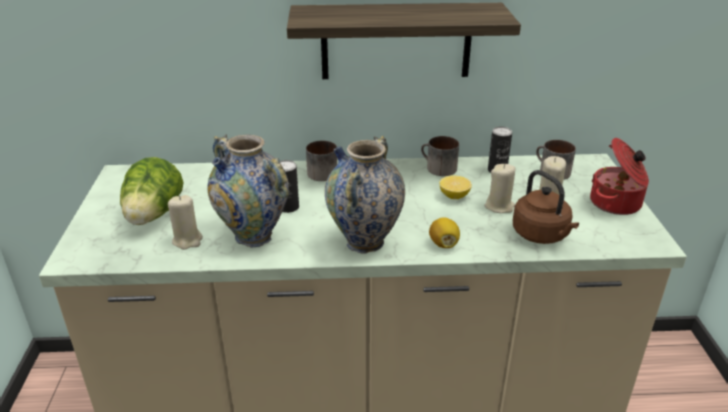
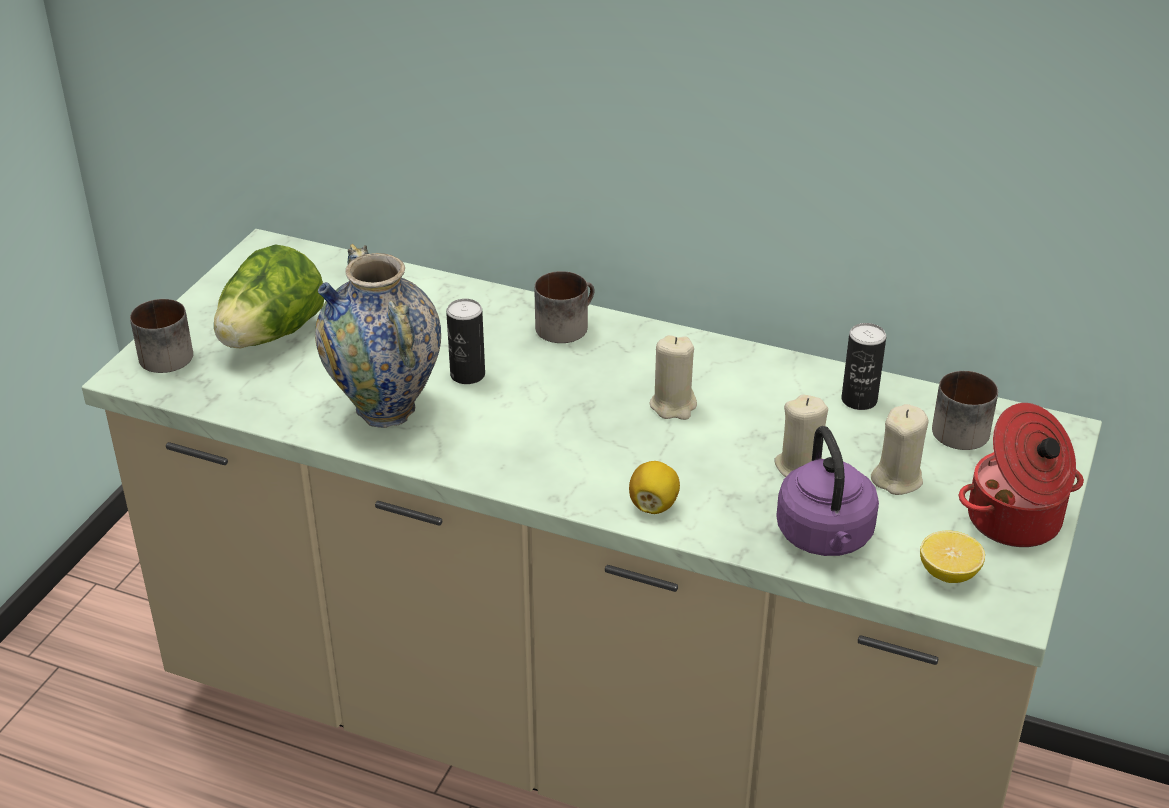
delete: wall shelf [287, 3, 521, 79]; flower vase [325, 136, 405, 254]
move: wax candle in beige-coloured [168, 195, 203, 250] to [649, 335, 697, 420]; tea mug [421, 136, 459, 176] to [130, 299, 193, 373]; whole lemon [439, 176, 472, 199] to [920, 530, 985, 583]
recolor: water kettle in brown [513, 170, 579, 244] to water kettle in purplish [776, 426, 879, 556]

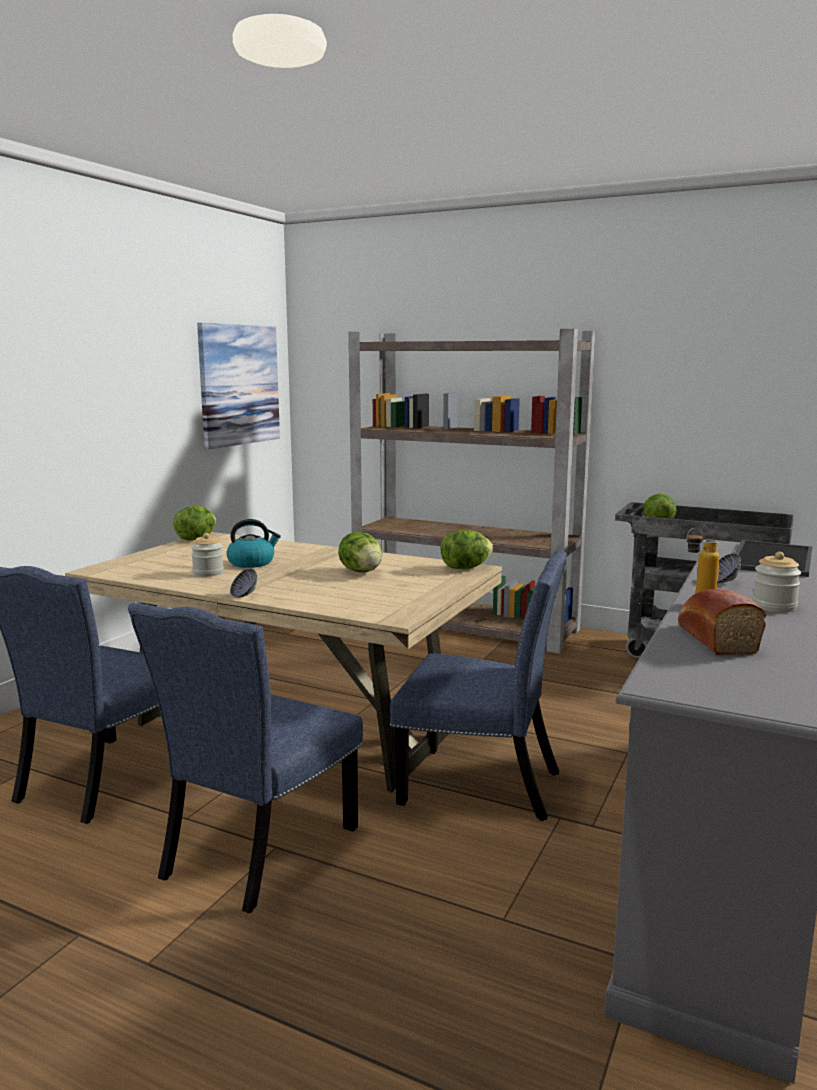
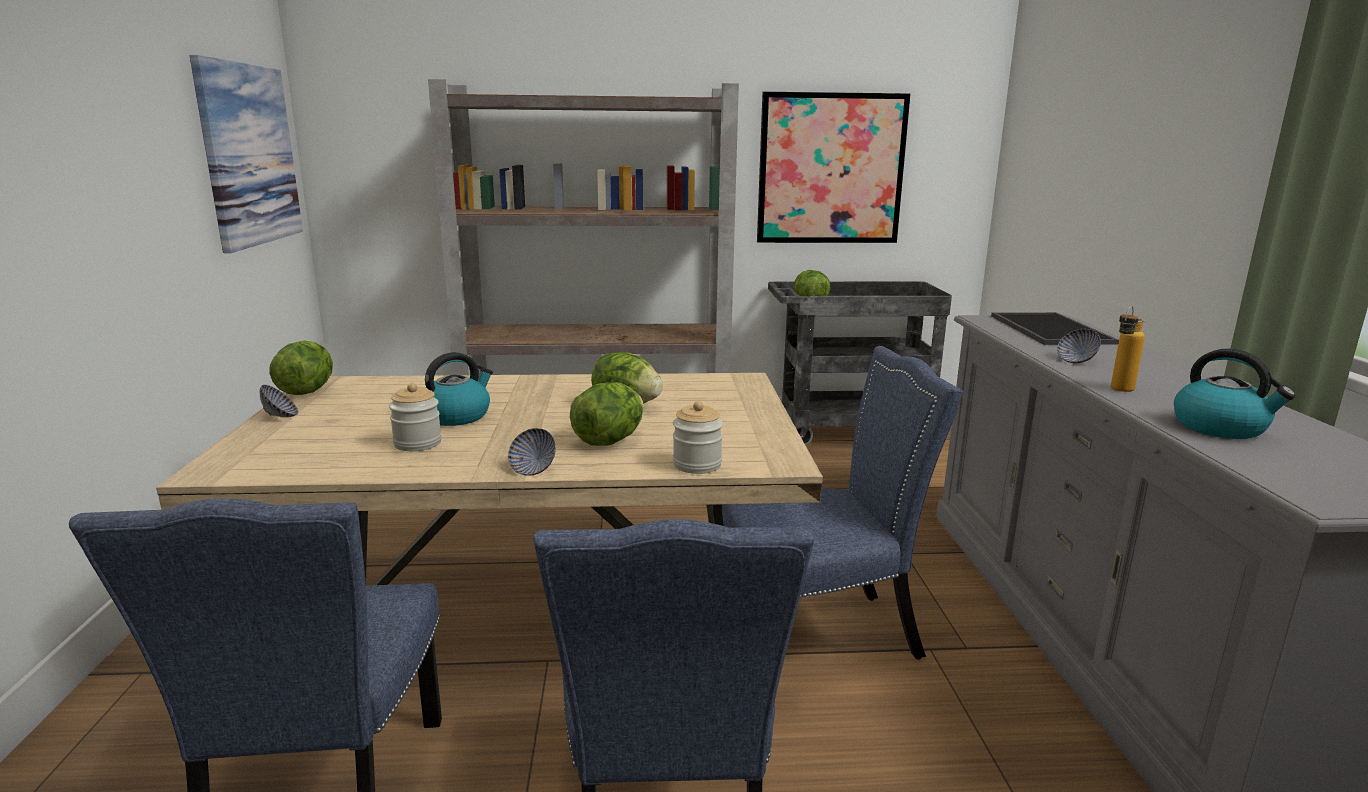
insert: bowl [260, 385, 298, 417]; wall picture [757, 92, 910, 243]
move: lettuce head [440, 530, 493, 569] to [570, 382, 644, 446]; jar [752, 552, 801, 612] to [673, 401, 723, 474]
replace: bakery bread [678, 589, 766, 655] to water kettle [1174, 349, 1296, 439]

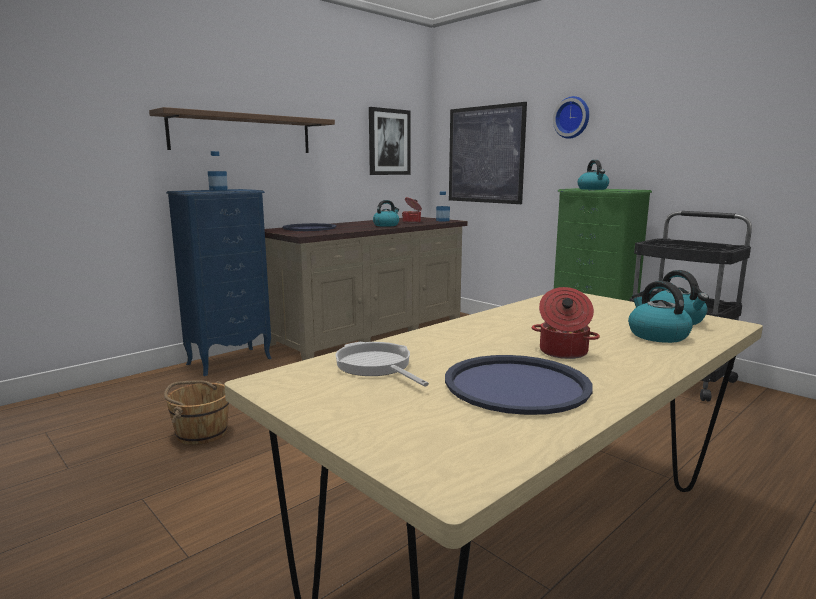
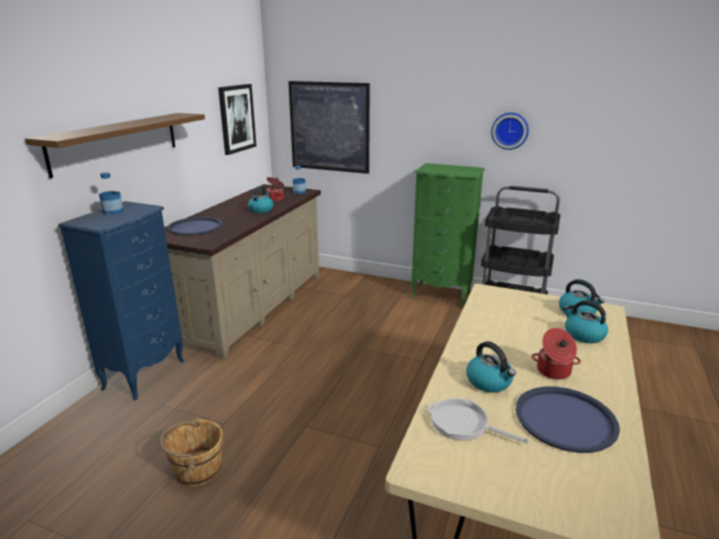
move: clock on the wall [553, 96, 589, 139] to [491, 113, 529, 150]; water kettle [578, 160, 609, 190] to [466, 341, 516, 393]

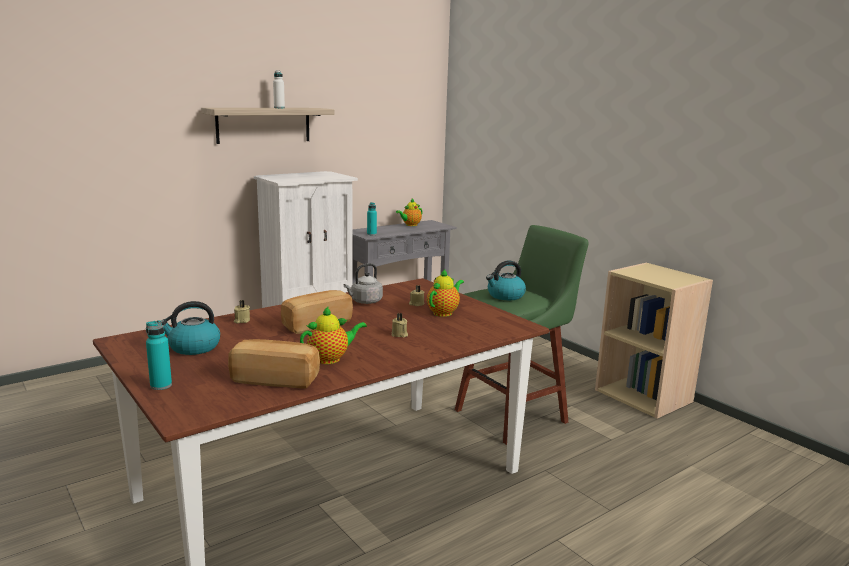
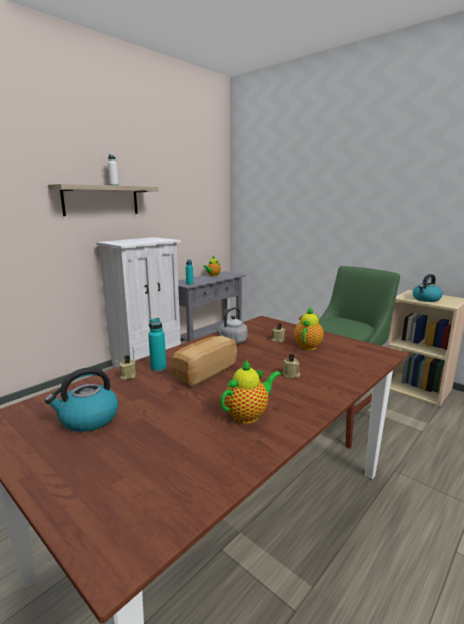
delete: bakery bread [228, 339, 320, 389]
move: bottle in turquoise [146, 320, 172, 390] to [148, 318, 166, 372]; water kettle [486, 260, 526, 300] to [413, 274, 442, 302]

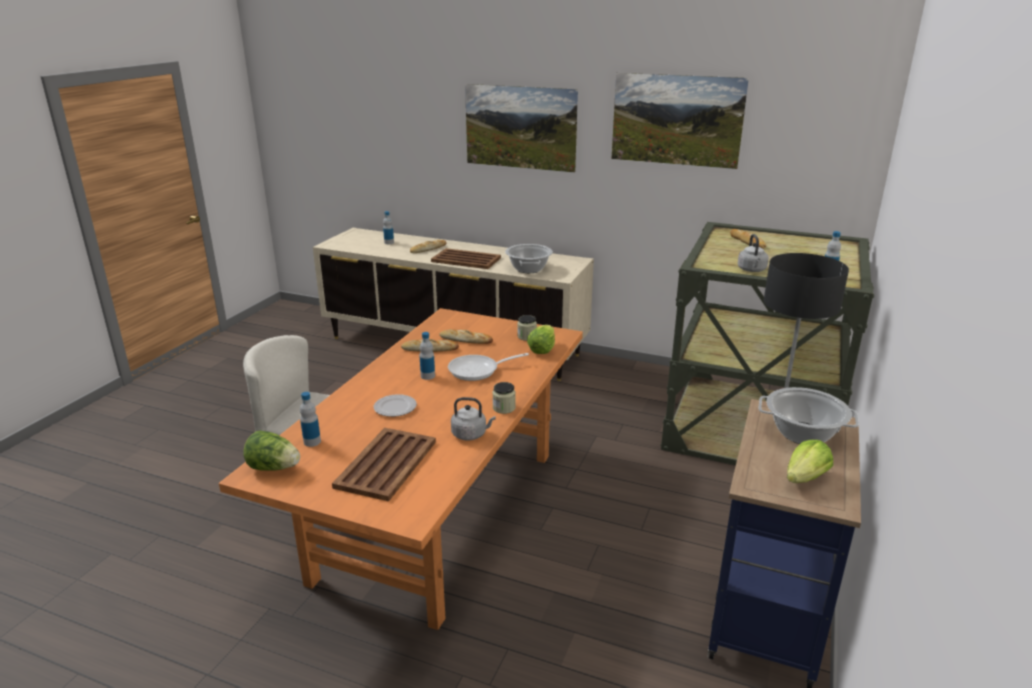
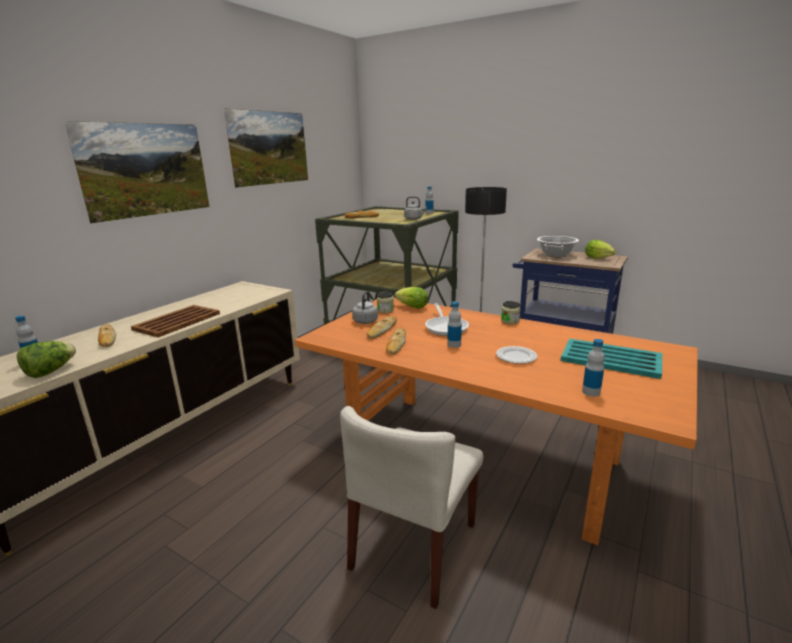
delete: cooking pot [505, 244, 553, 273]
move: lettuce head [243, 430, 300, 471] to [17, 341, 76, 378]; water kettle in grey [451, 397, 496, 441] to [352, 291, 378, 324]
recolor: tray in brown [332, 428, 436, 501] to tray in turquoise [561, 339, 662, 379]

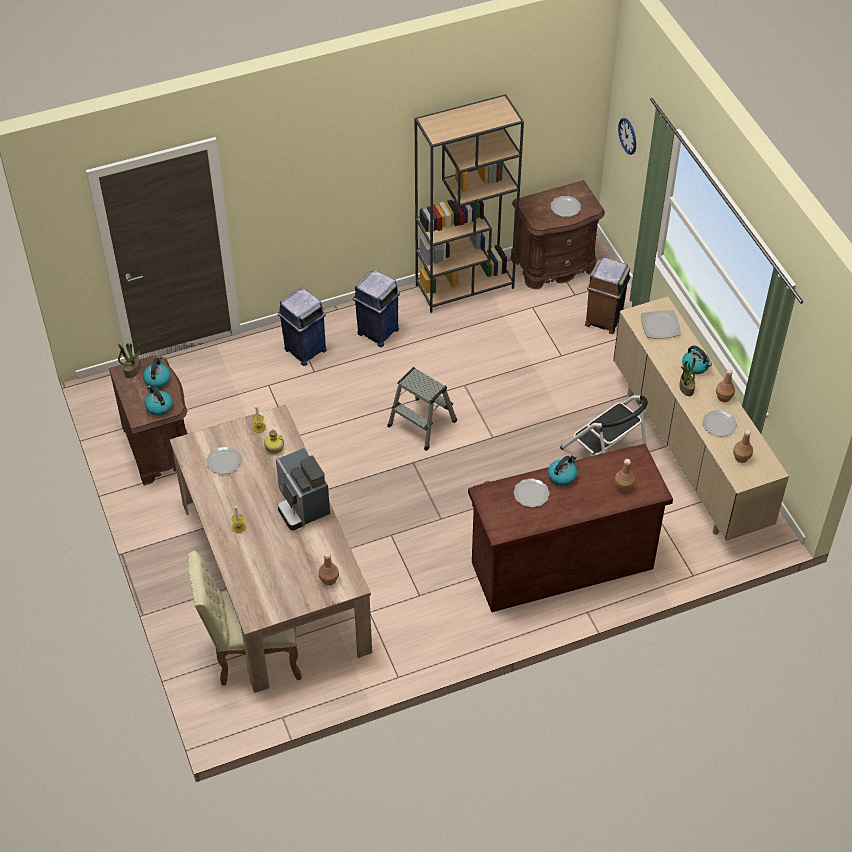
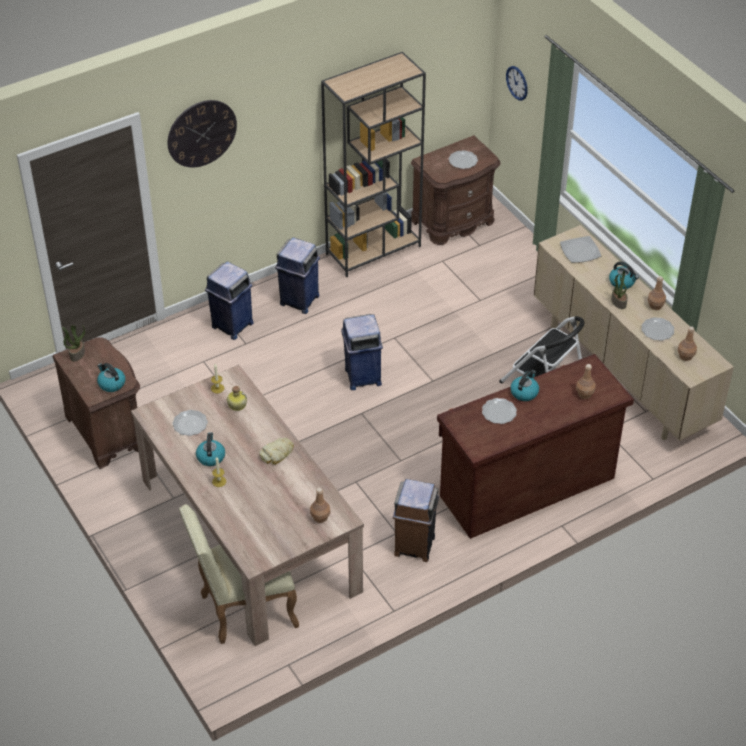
insert: clock on the wall [167, 100, 237, 167]
move: water kettle [143, 356, 171, 388] to [196, 432, 225, 466]; waste bin in brown [585, 257, 630, 334] to [393, 479, 439, 562]
replace: coffee maker [276, 448, 330, 530] to bakery bread [259, 438, 294, 465]; stepladder in grey [387, 367, 457, 451] to waste bin in bluish [341, 314, 383, 390]

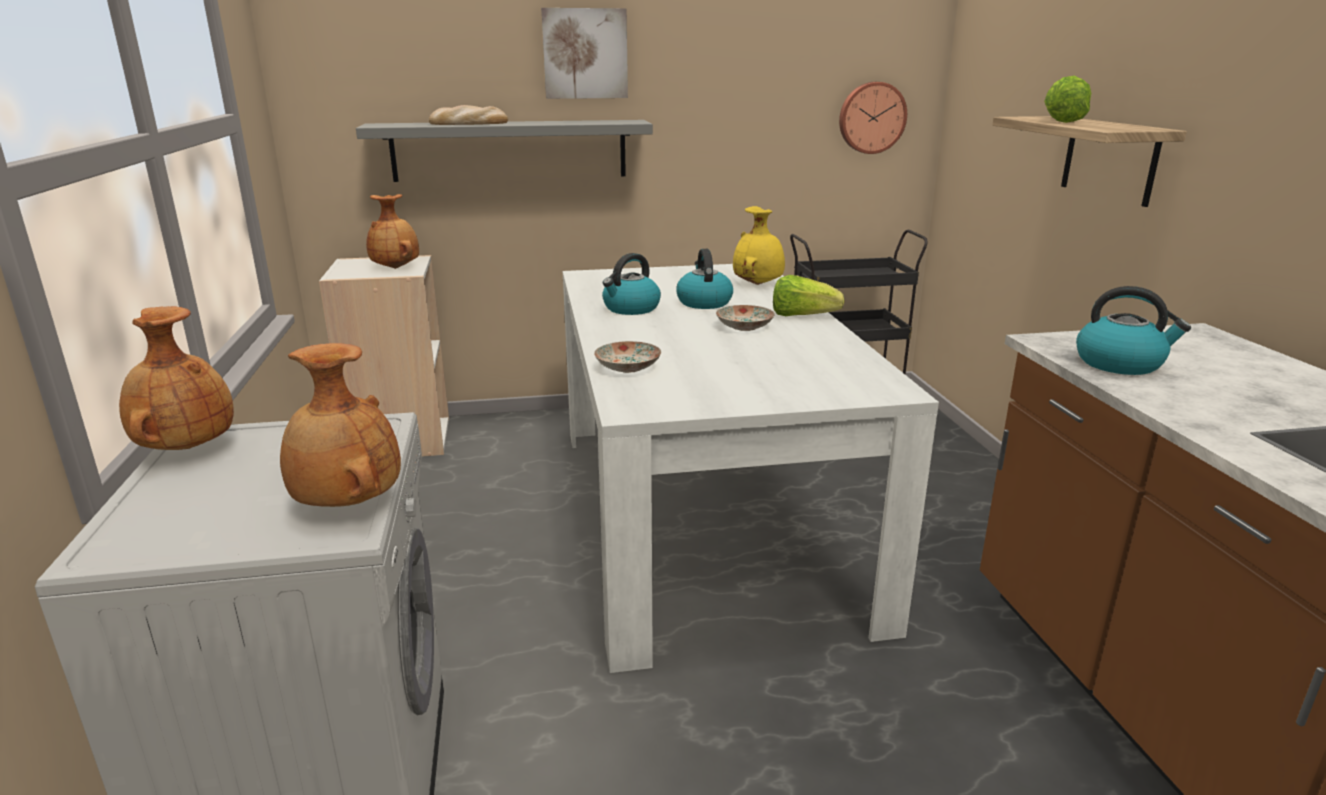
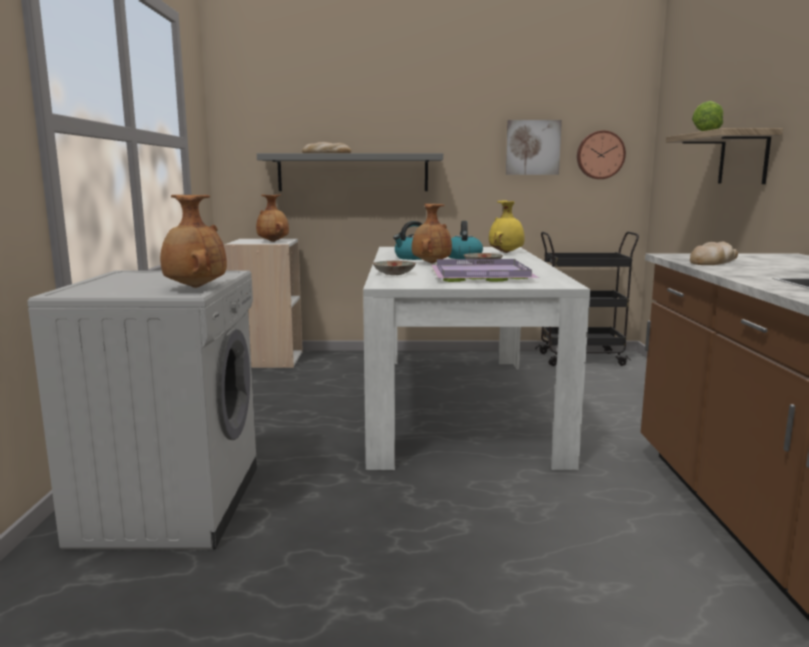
delete: lettuce head [773, 275, 844, 316]
insert: tray in purplish [431, 259, 539, 282]
move: flower vase in brown [119, 306, 234, 450] to [412, 204, 452, 264]; wall picture [541, 8, 628, 99] to [506, 120, 562, 175]
replace: water kettle [1076, 286, 1191, 375] to bakery bread [690, 241, 738, 265]

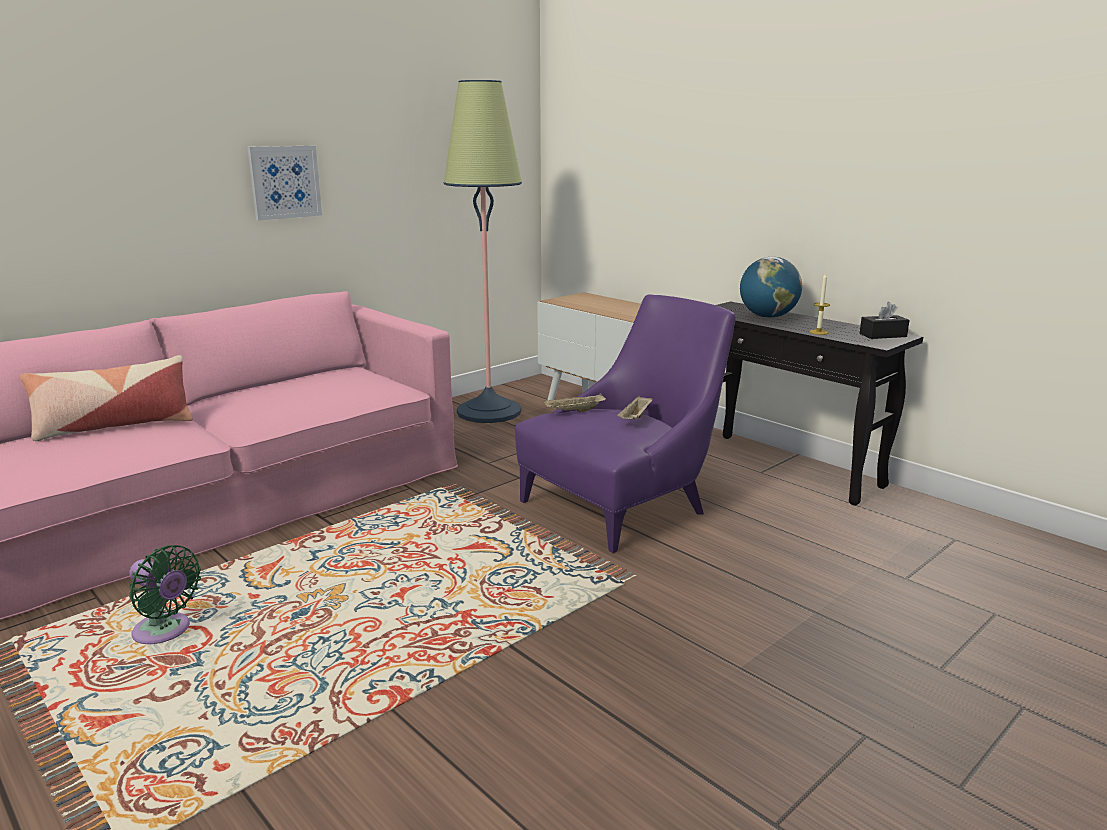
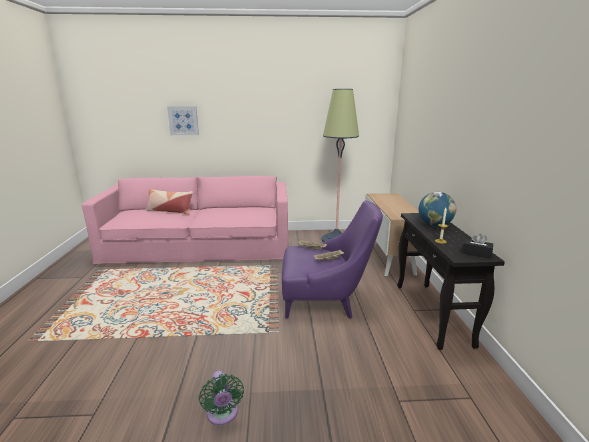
move: fan in green-coloured [129, 545, 201, 644] to [199, 371, 244, 425]; wall picture [247, 146, 322, 221] to [167, 106, 199, 135]

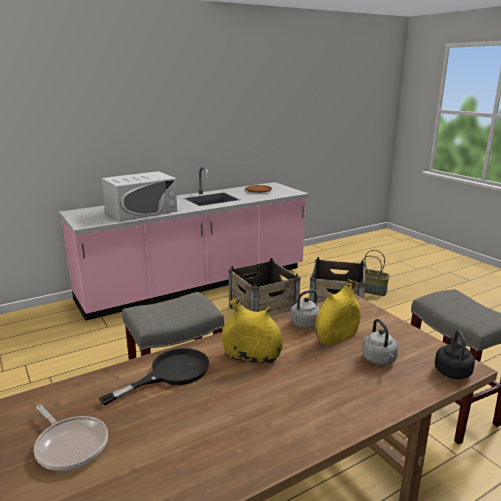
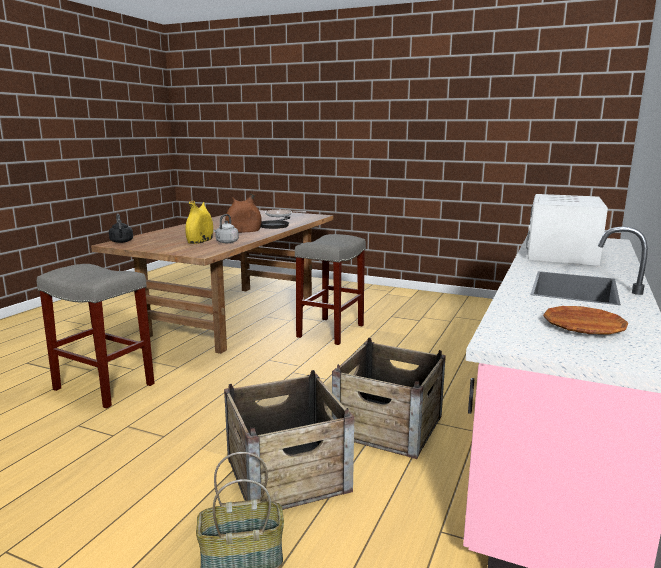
delete: water kettle in grey [362, 319, 398, 365]
recolor: flower vase in yellow-coloured [222, 298, 282, 363] to flower vase in brown [225, 193, 262, 233]

